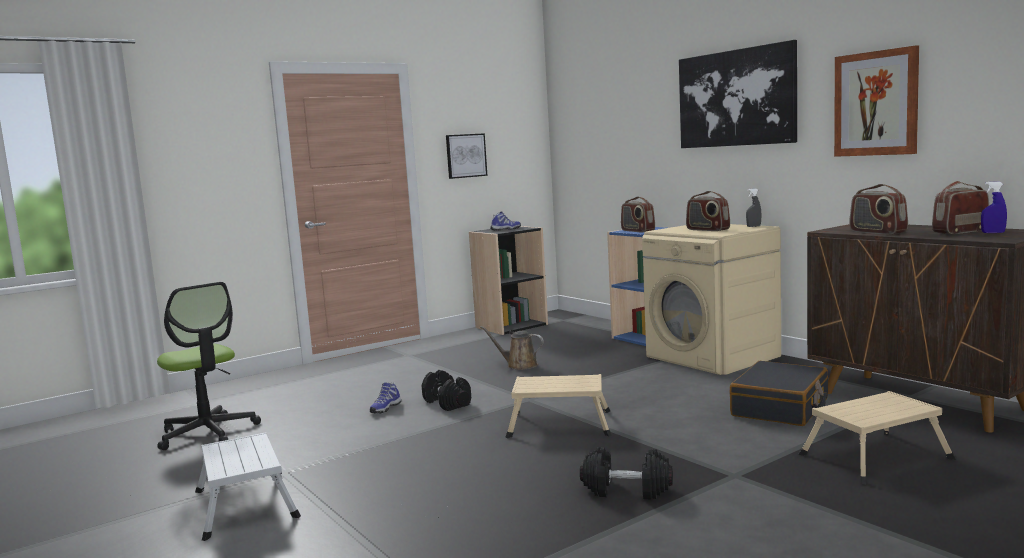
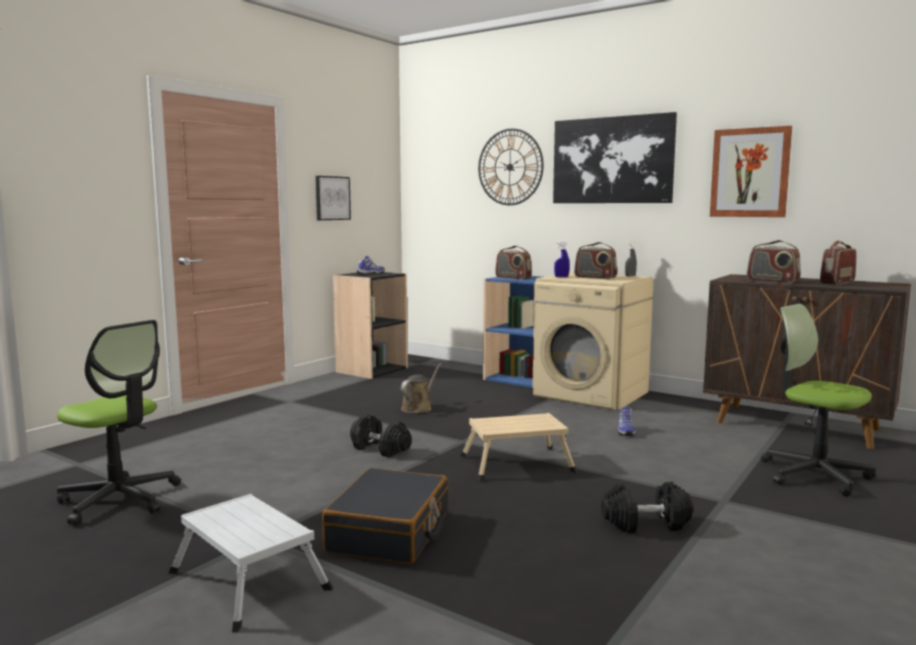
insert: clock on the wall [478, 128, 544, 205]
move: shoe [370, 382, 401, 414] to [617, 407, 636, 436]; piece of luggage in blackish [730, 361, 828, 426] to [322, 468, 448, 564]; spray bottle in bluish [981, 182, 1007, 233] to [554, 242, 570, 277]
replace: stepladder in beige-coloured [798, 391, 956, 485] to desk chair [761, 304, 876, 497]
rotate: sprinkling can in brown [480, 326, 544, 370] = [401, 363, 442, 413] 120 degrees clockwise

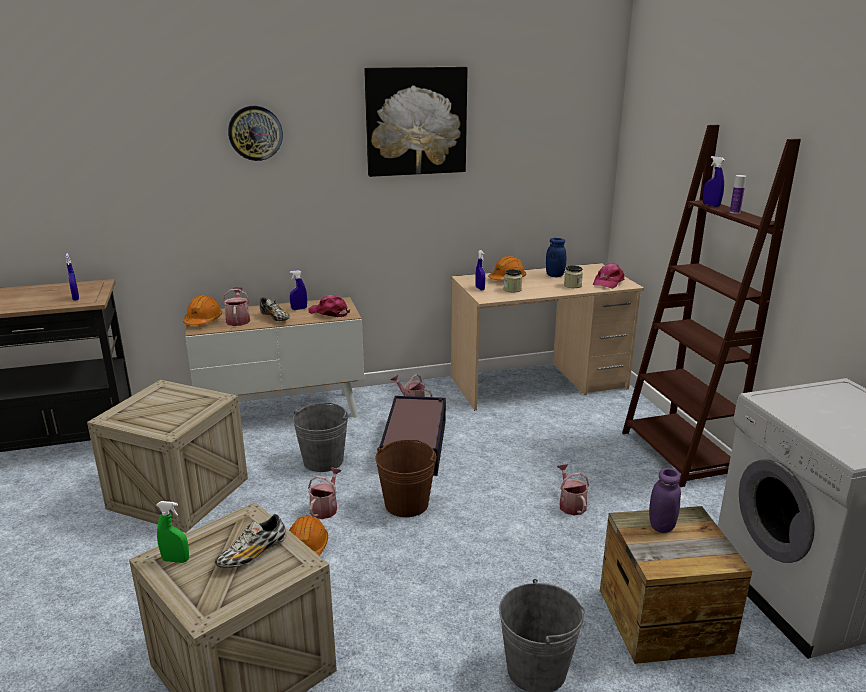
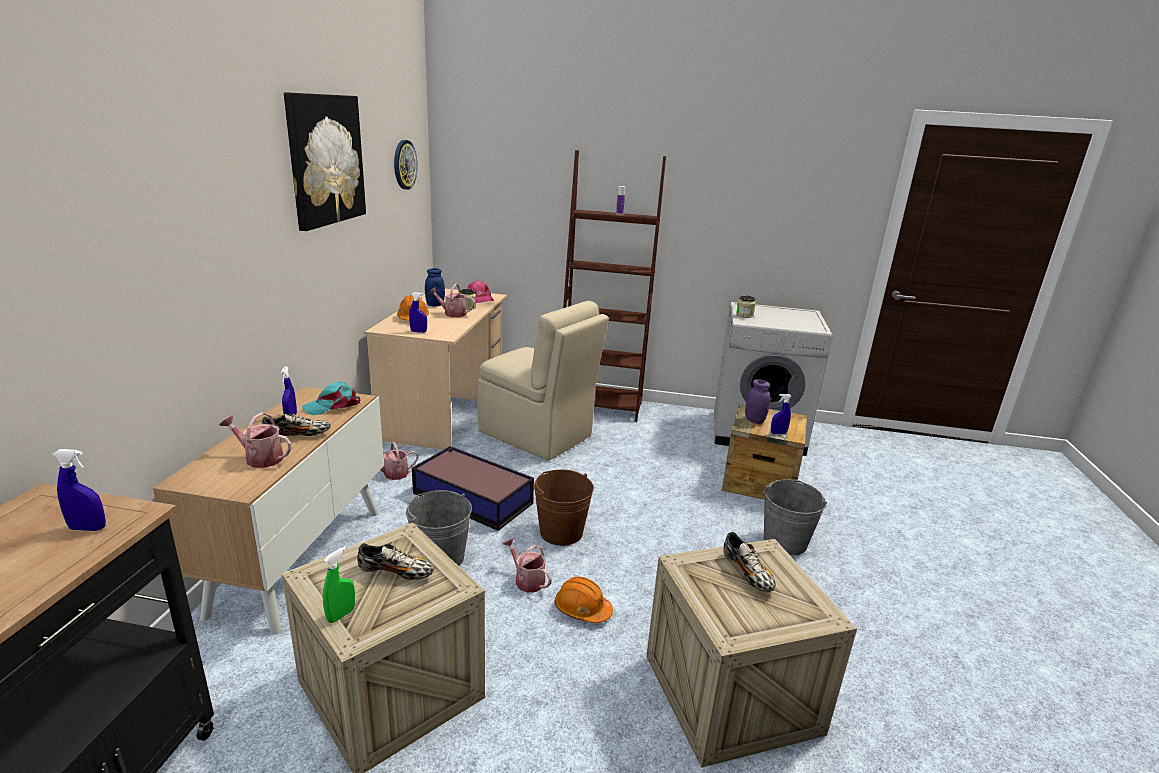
delete: safety helmet in orange [183, 295, 222, 325]
insert: shoe [357, 543, 434, 580]; chair in beige-coloured [477, 301, 609, 461]
move: spray bottle in green-coloured [157, 501, 189, 563] to [323, 547, 355, 623]; clock on the wall [228, 106, 283, 161] to [394, 140, 417, 190]; jar [504, 269, 522, 292] to [736, 295, 756, 318]; sprinkling can [557, 464, 589, 515] to [429, 284, 475, 317]; spray bottle in bluish [703, 156, 725, 207] to [771, 394, 792, 434]
recolor: cap in pink-coloured [308, 295, 350, 317] to cap in turquoise [302, 381, 360, 415]

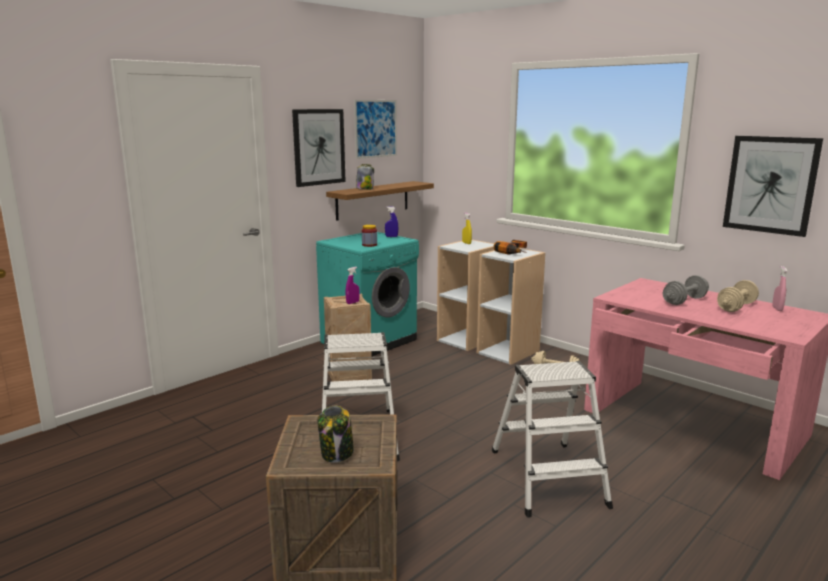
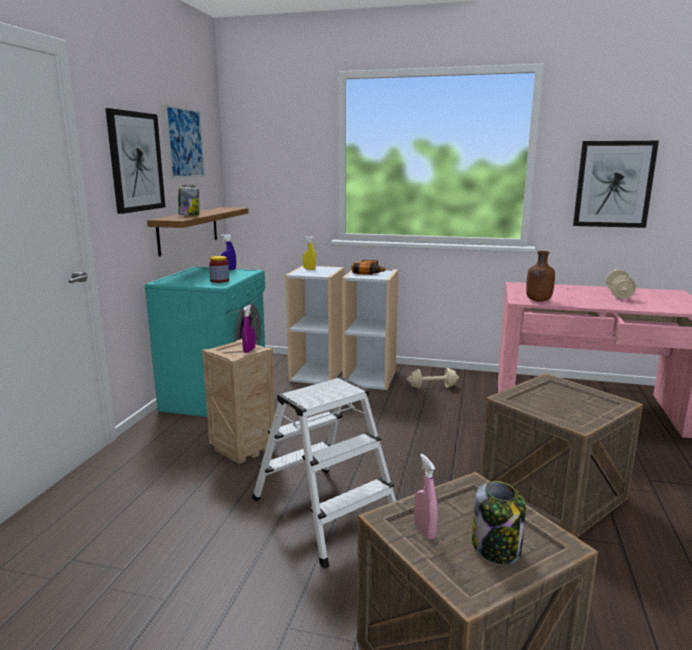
delete: dumbbell in grey [663, 275, 709, 305]
insert: bottle in brown [526, 251, 555, 302]
move: spray bottle in pink-coloured [772, 266, 788, 311] to [414, 454, 438, 540]
replace: stepladder in white [492, 361, 613, 518] to crate [480, 373, 643, 538]

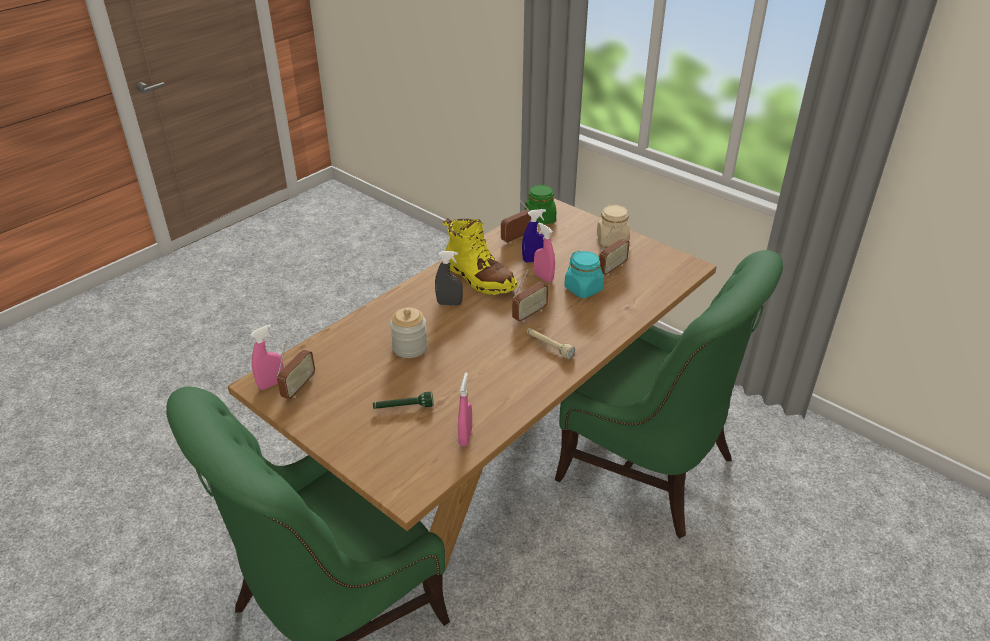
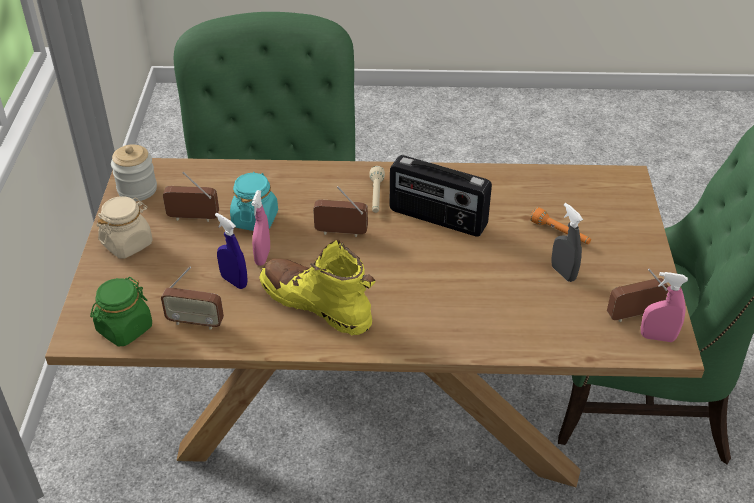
delete: spray bottle in pink-coloured [458, 372, 472, 446]
insert: radio [389, 155, 492, 237]
move: jar [390, 308, 427, 358] to [111, 144, 157, 201]; spray bottle in grey [435, 251, 463, 306] to [551, 203, 583, 282]
recolor: flashlight in green-coloured [373, 392, 434, 409] to flashlight in orange [530, 207, 591, 244]
rotate: tall boot in yellow-coloured [443, 218, 518, 295] = [260, 240, 376, 335] 60 degrees counterclockwise

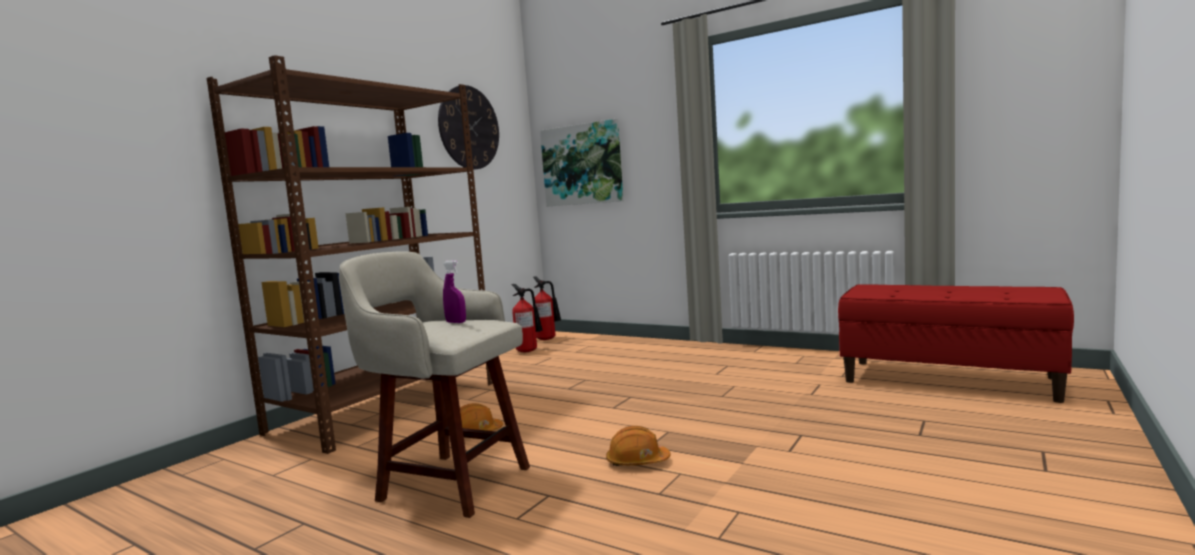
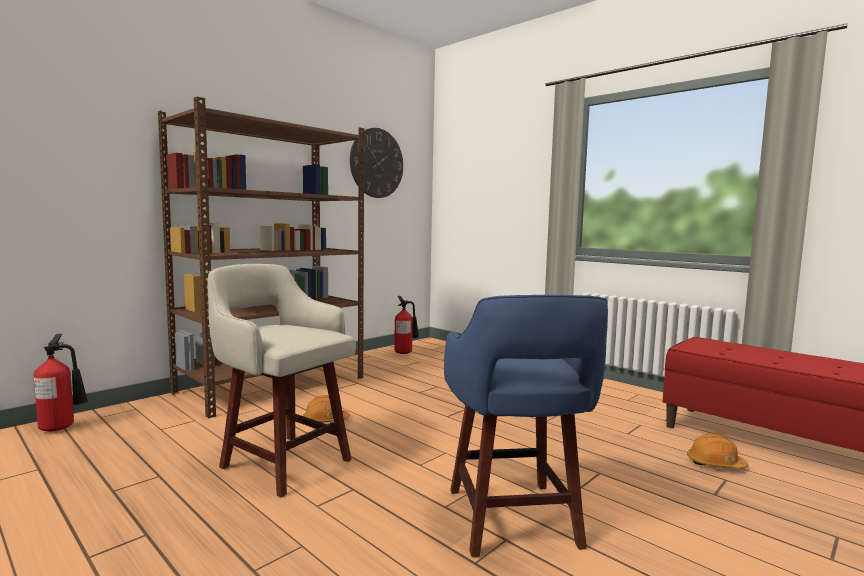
delete: spray bottle in purplish [443, 260, 466, 323]; wall picture [540, 119, 624, 207]
insert: sitting stool in bluish [444, 295, 608, 557]
move: extinguisher [533, 276, 561, 340] to [34, 334, 88, 431]; safety helmet in orange [606, 426, 671, 466] to [687, 434, 748, 469]

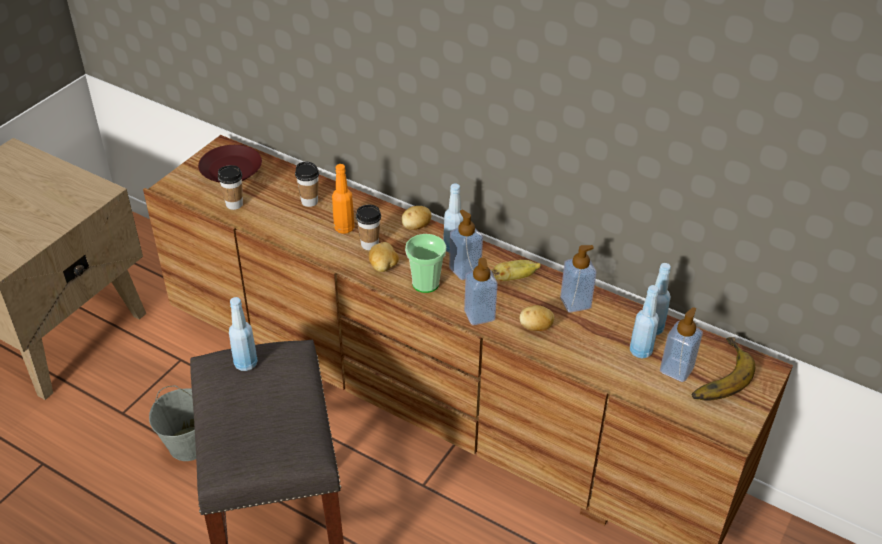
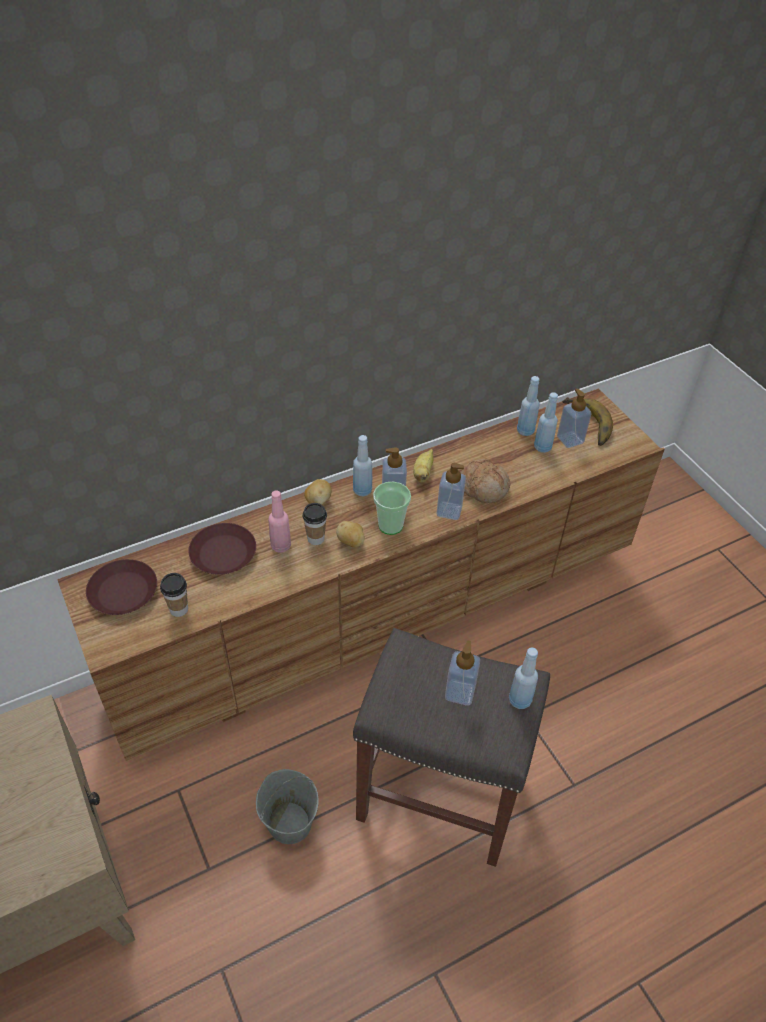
move: bottle in bluish [229, 297, 258, 371] to [509, 647, 538, 709]; soap bottle [560, 245, 596, 312] to [445, 641, 480, 706]
replace: drinking cup [295, 162, 319, 207] to flat dish in brown [188, 523, 256, 575]; spud [519, 305, 554, 331] to bakery bread [461, 459, 510, 503]
recolor: bottle in orange [332, 164, 354, 234] to bottle in pink-coloured [268, 490, 291, 553]

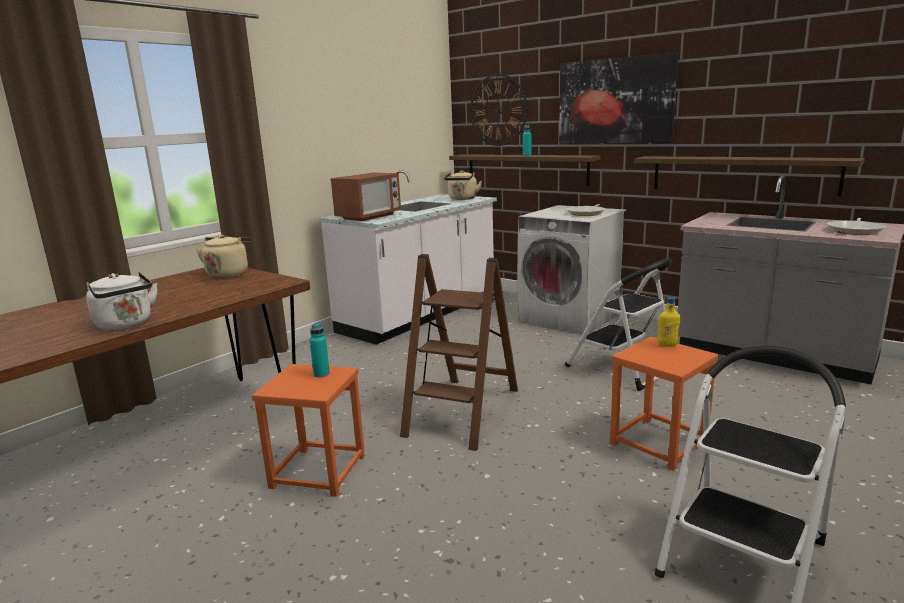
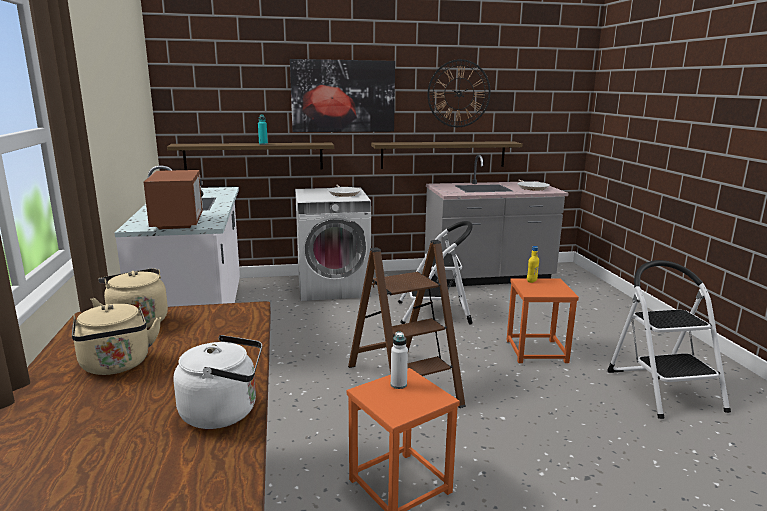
move: water kettle in beige-coloured [444, 170, 482, 200] to [72, 304, 161, 375]; clock on the wall [470, 74, 527, 146] to [428, 59, 491, 127]
recolor: bottle in turquoise [309, 322, 330, 377] to bottle in white [391, 331, 408, 389]

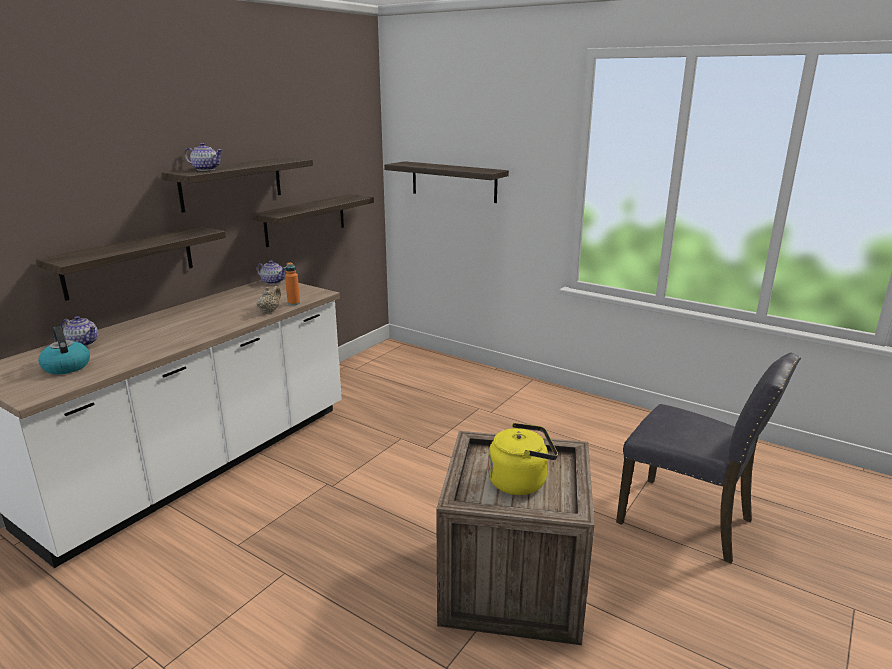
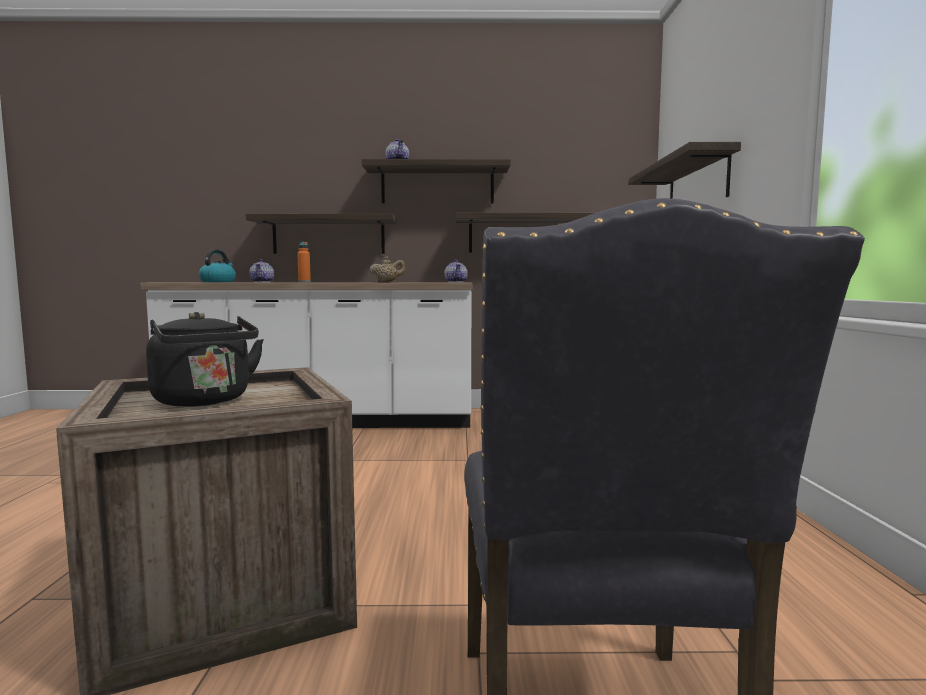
move: bottle in orange [285, 262, 300, 305] to [297, 242, 311, 282]
recolor: water kettle in yellow-coloured [488, 423, 558, 495] to water kettle in blackish [146, 312, 264, 407]

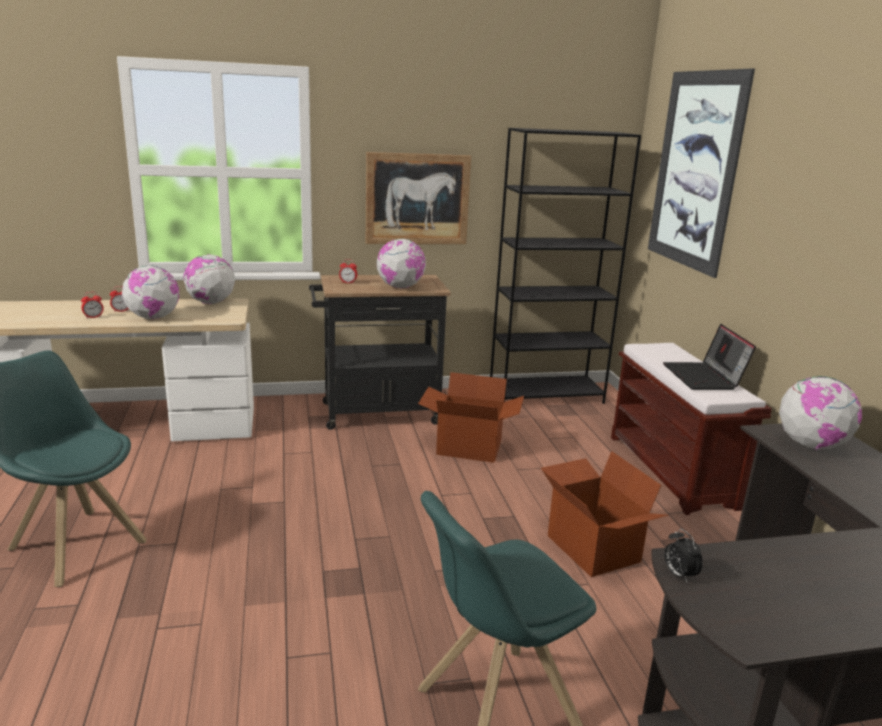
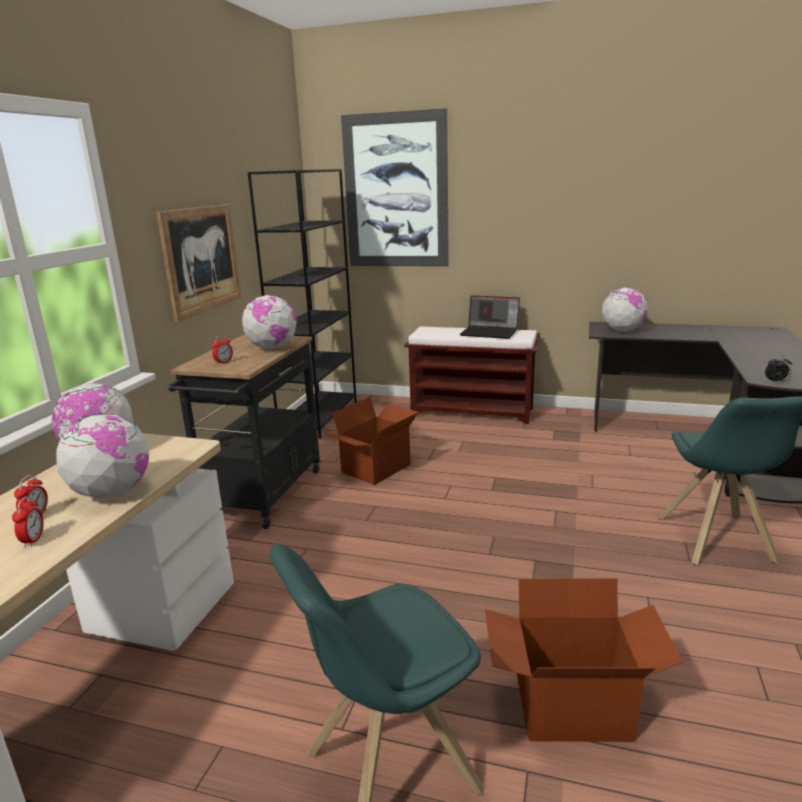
move: packing box [541, 451, 669, 577] to [485, 578, 683, 742]

